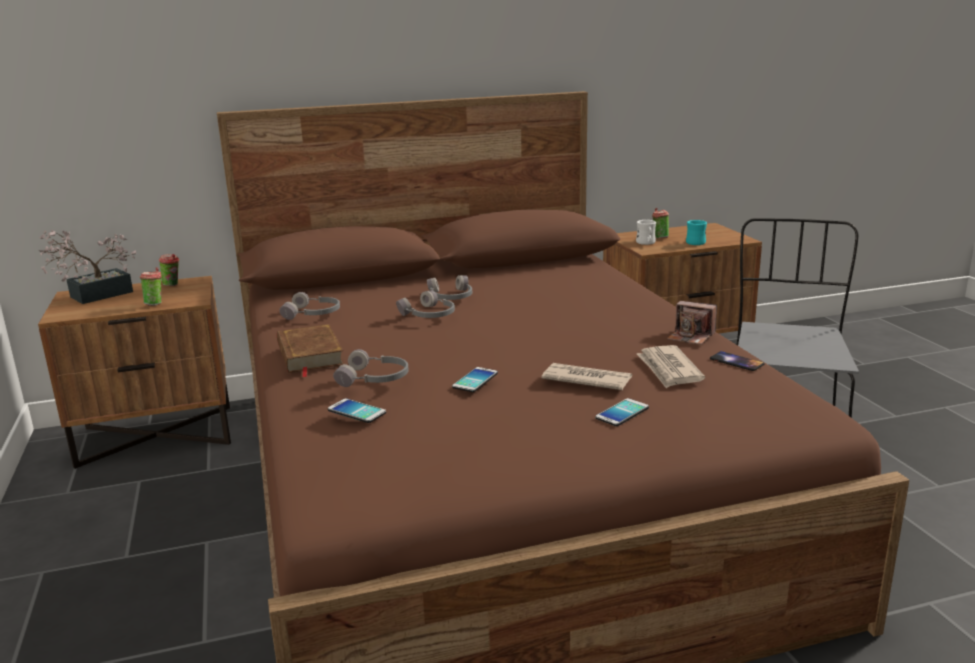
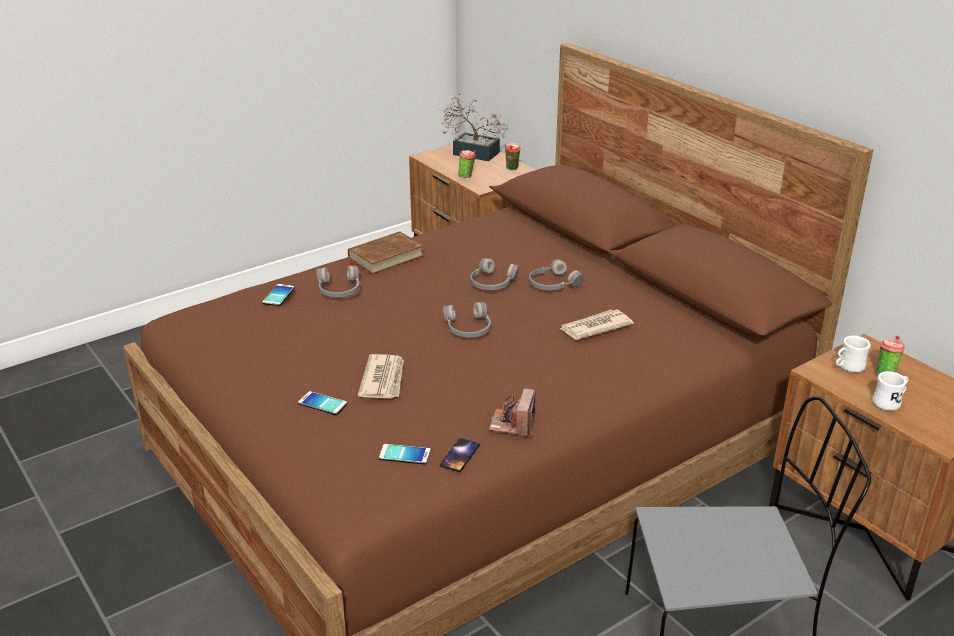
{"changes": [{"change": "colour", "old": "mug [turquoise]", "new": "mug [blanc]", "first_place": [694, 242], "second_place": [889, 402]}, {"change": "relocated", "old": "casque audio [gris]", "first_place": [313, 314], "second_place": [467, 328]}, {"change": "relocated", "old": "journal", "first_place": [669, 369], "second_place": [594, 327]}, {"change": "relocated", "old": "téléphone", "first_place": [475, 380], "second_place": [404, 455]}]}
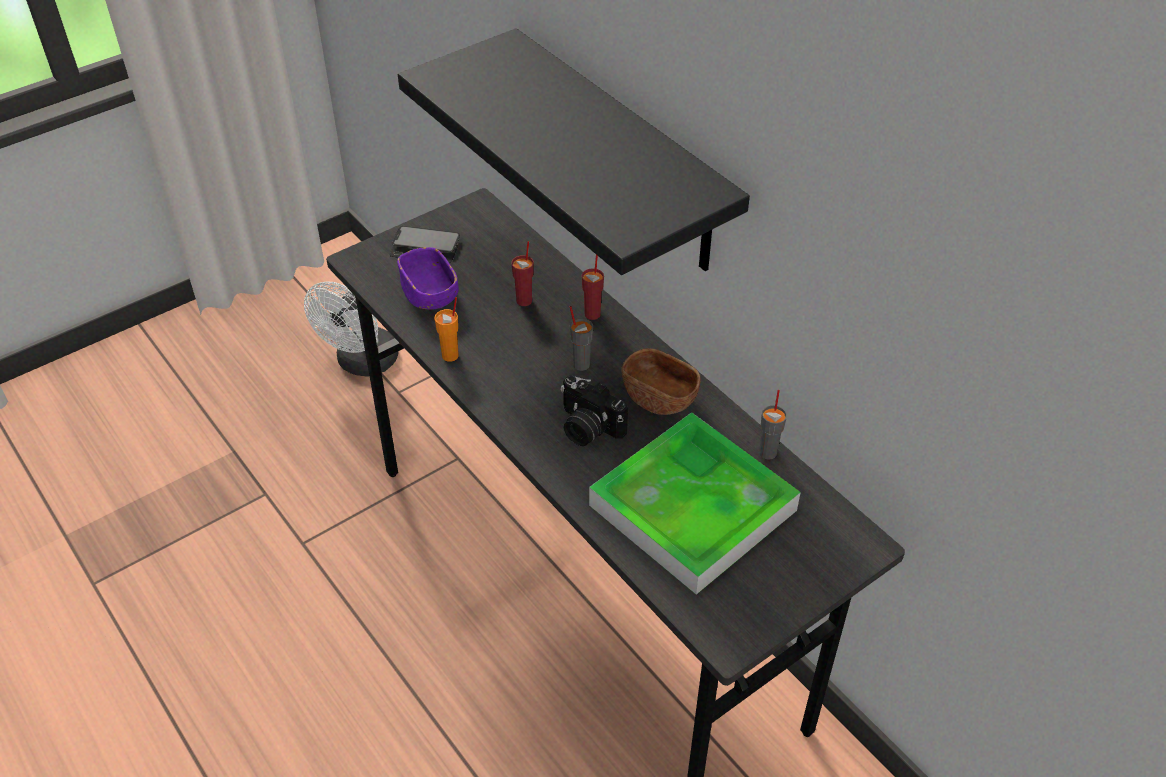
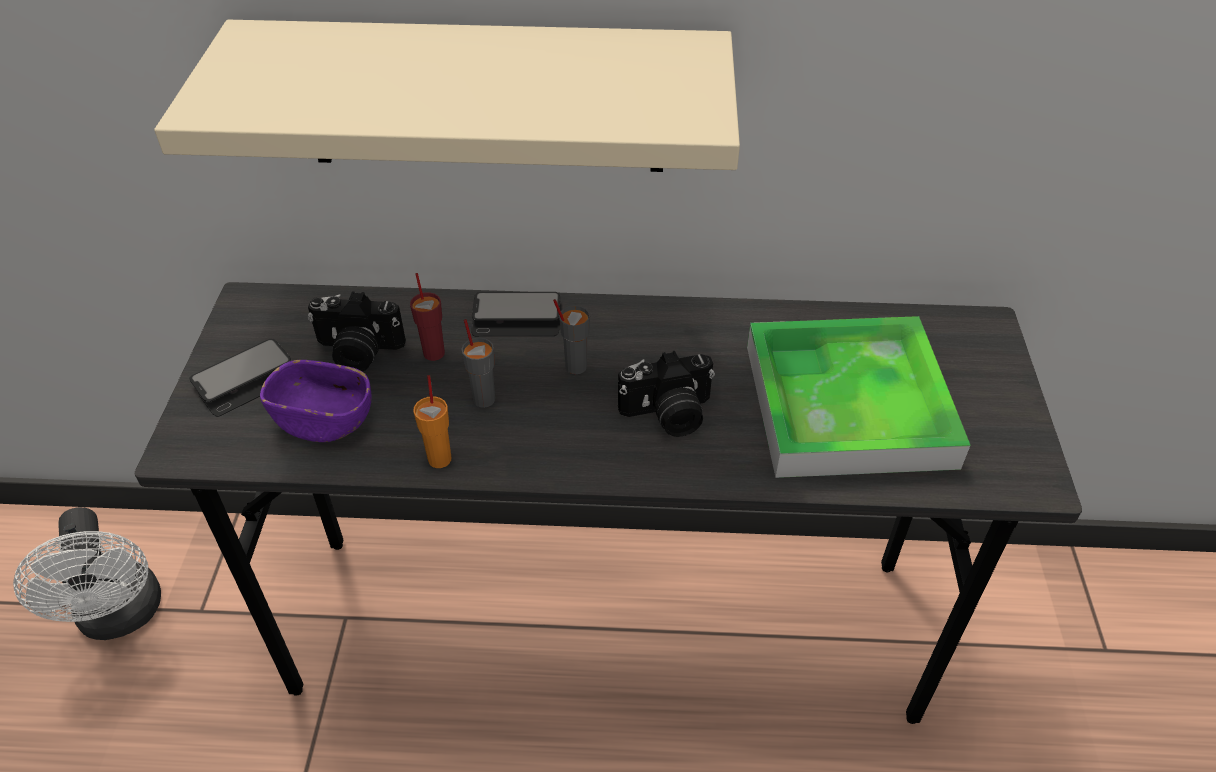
{"changes": [{"change": "colour", "old": "étagère [noir]", "new": "étagère [beige]", "first_place": [622, 154], "second_place": [483, 98]}, {"change": "exchanged", "old": "tasse [rouge]", "new": "téléphone", "first_place": [593, 314], "second_place": [516, 317]}, {"change": "missing", "old": "bol [marron]", "first_place": [659, 397]}, {"change": "relocated", "old": "tasse [gris]", "first_place": [768, 452], "second_place": [484, 398]}, {"change": "appeared", "new": "appareil photo", "second_place": [357, 352]}]}
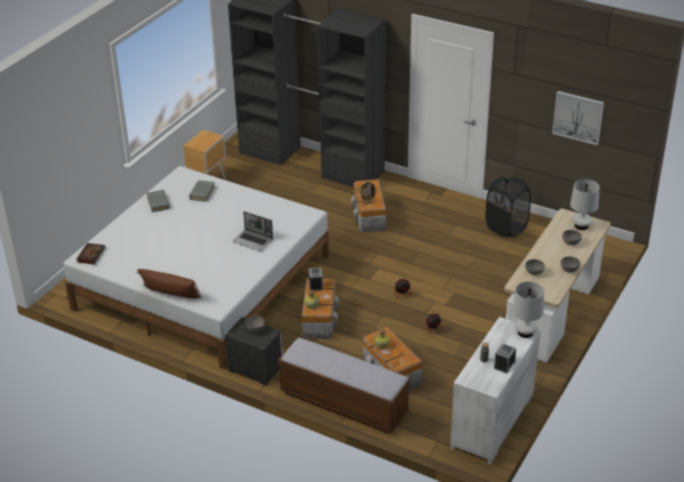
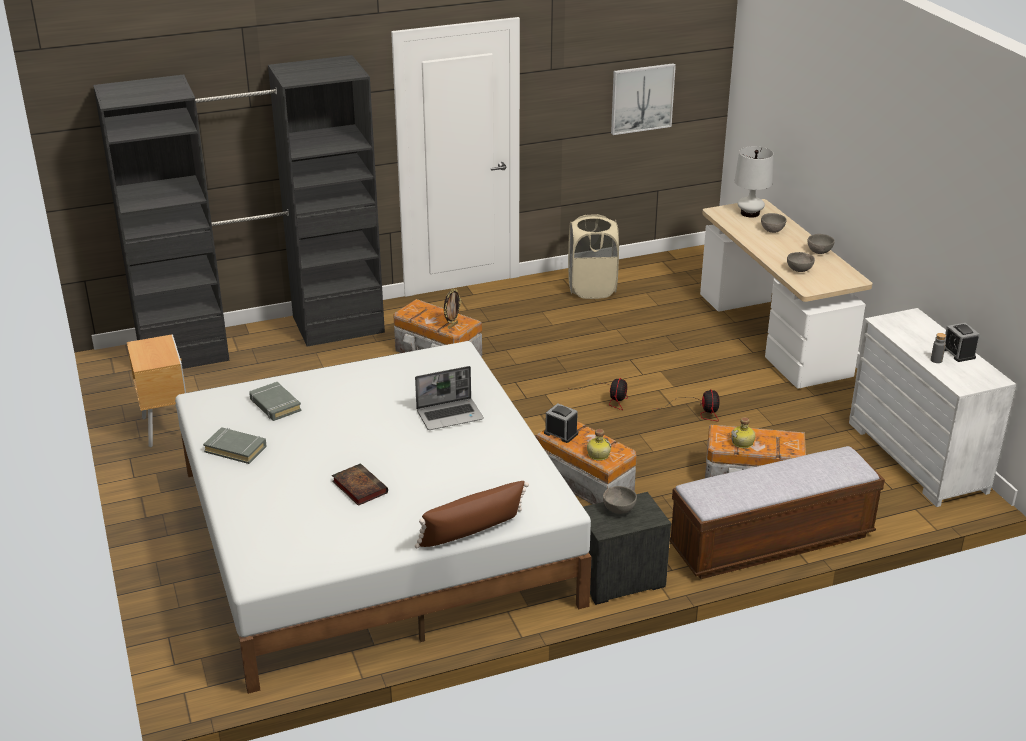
{"changes": [{"change": "colour", "old": "panier à linge [noir]", "new": "panier à linge [beige]", "first_place": [506, 228], "second_place": [592, 289]}, {"change": "relocated", "old": "livre", "first_place": [91, 255], "second_place": [358, 487]}, {"change": "missing", "old": "lampe de table [blanc]", "first_place": [525, 332]}]}
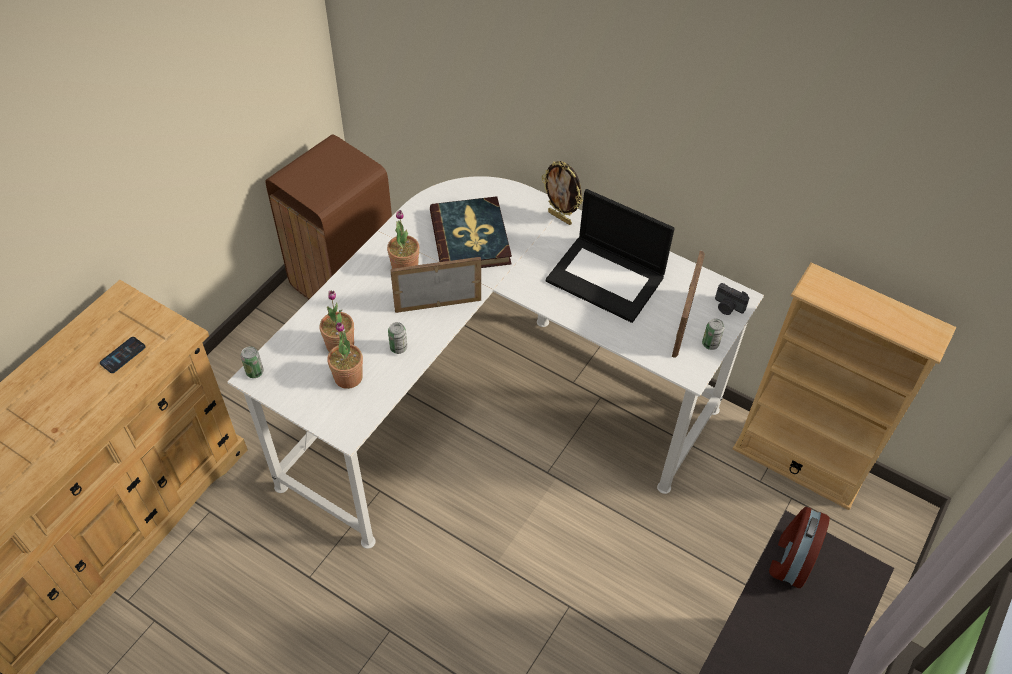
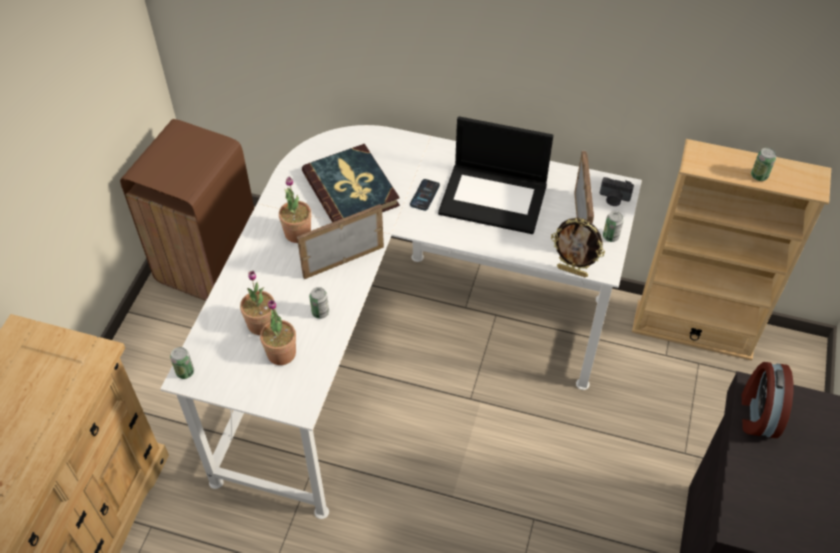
{"changes": [{"change": "relocated", "old": "cadre photo", "first_place": [560, 217], "second_place": [572, 271]}, {"change": "relocated", "old": "téléphone", "first_place": [123, 355], "second_place": [425, 195]}, {"change": "appeared", "new": "boîte métallique", "second_place": [759, 176]}]}
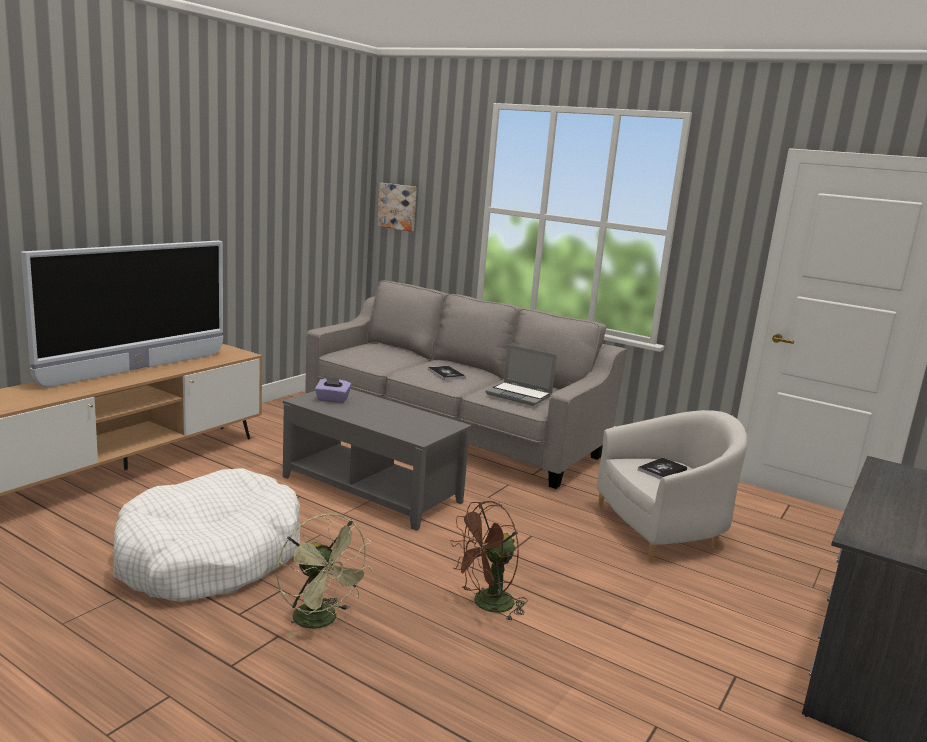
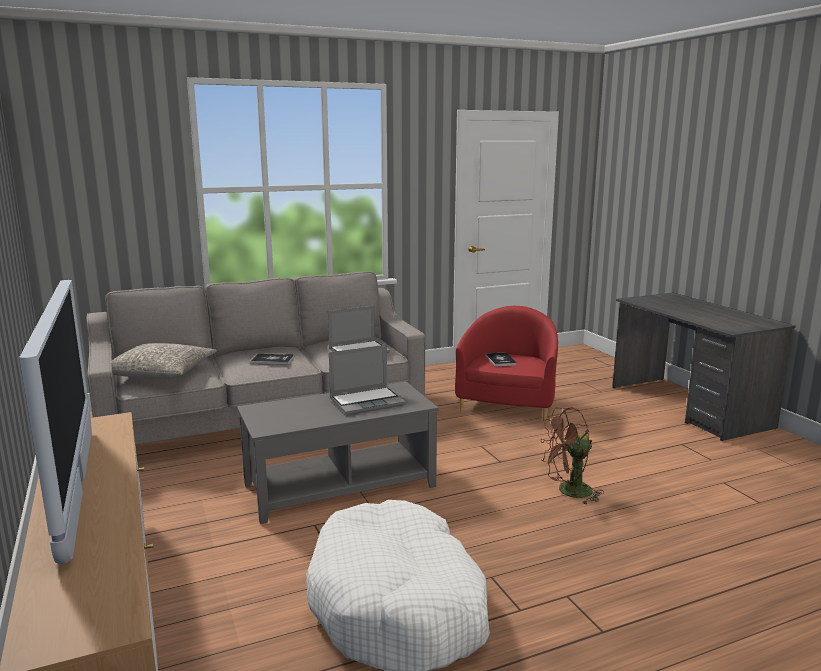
{"changes": [{"change": "missing", "old": "tableau", "first_place": [398, 206]}, {"change": "missing", "old": "boîte à mouchoirs [violet]", "first_place": [332, 400]}, {"change": "colour", "old": "fauteuil [blanc]", "new": "fauteuil [rouge]", "first_place": [662, 530], "second_place": [508, 403]}, {"change": "spun", "old": "ventilateur [marron]", "first_place": [486, 605], "second_place": [568, 492], "degrees": 75}, {"change": "missing", "old": "ventilateur [vert]", "first_place": [321, 621]}, {"change": "appeared", "new": "coussin [gris]", "second_place": [162, 373]}, {"change": "appeared", "new": "ordinateur portable", "second_place": [367, 402]}]}
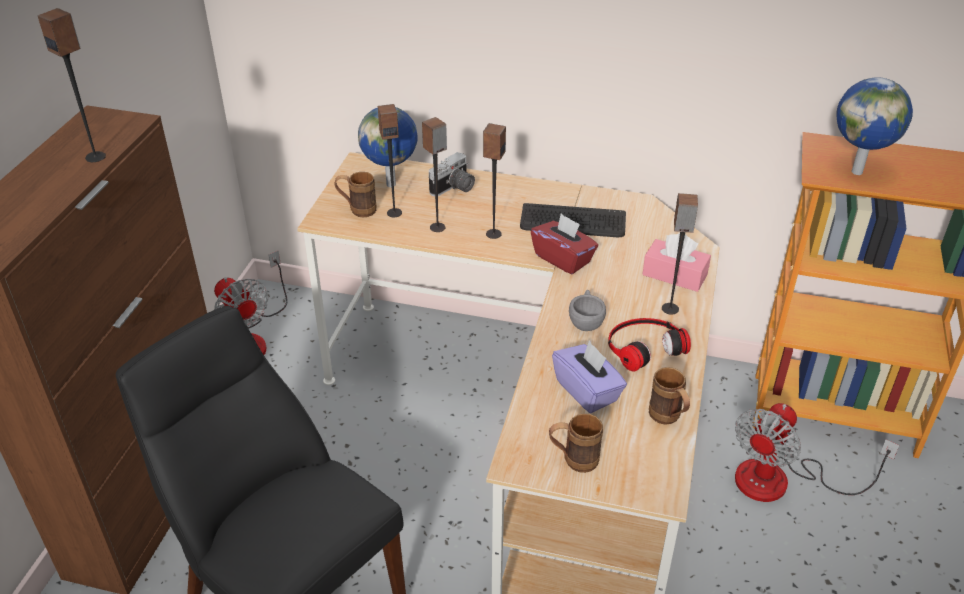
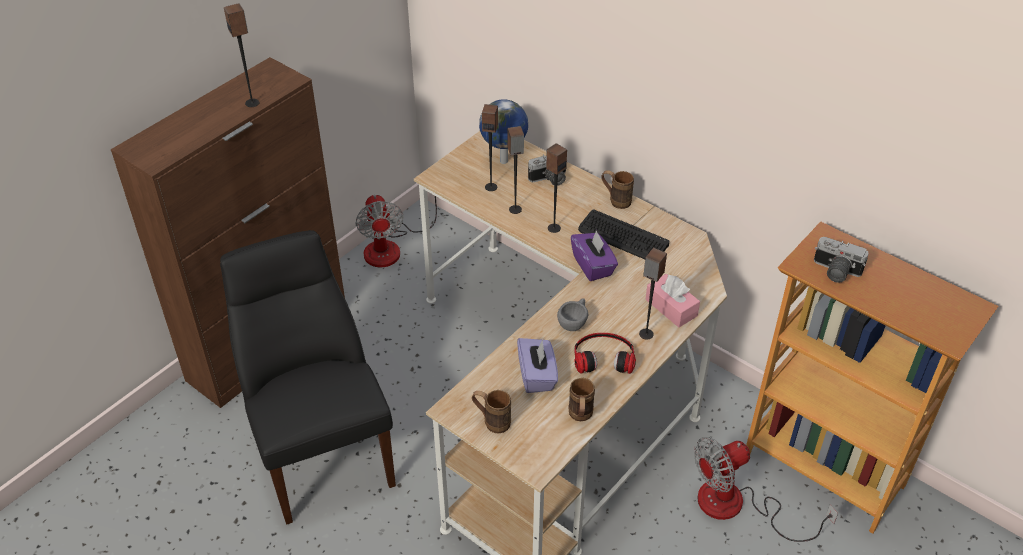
{"changes": [{"change": "exchanged", "old": "globe", "new": "appareil photo", "first_place": [858, 171], "second_place": [835, 271]}, {"change": "relocated", "old": "mug [marron]", "first_place": [357, 210], "second_place": [615, 200]}, {"change": "colour", "old": "boîte à mouchoirs [rouge]", "new": "boîte à mouchoirs [violet]", "first_place": [563, 259], "second_place": [593, 266]}]}
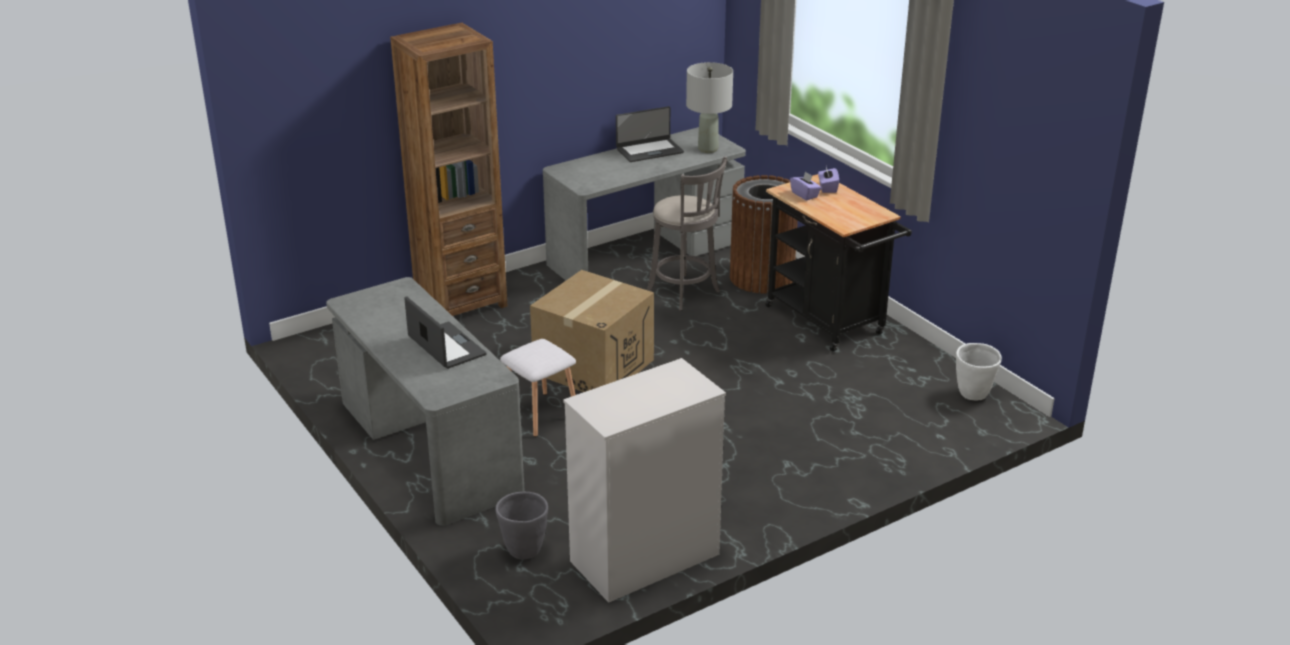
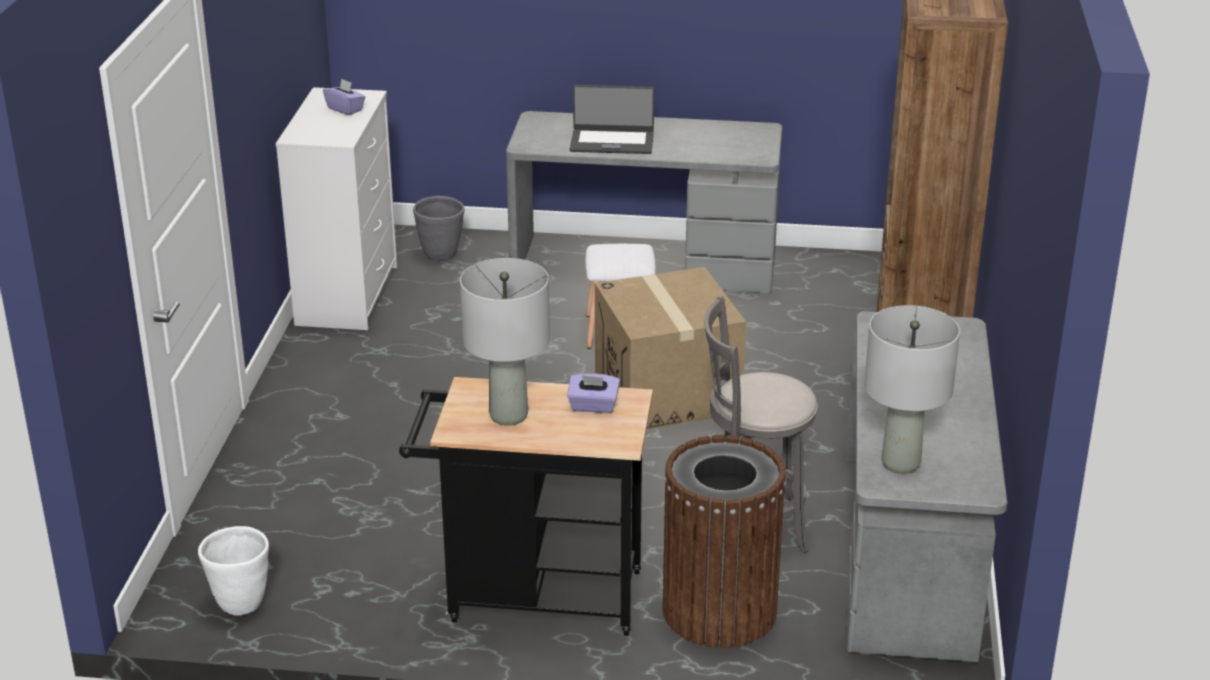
{"changes": [{"change": "missing", "old": "ordinateur portable", "first_place": [649, 150]}, {"change": "relocated", "old": "boîte à mouchoirs [violet]", "first_place": [827, 188], "second_place": [345, 109]}, {"change": "appeared", "new": "lampe de table [gris]", "second_place": [509, 416]}]}
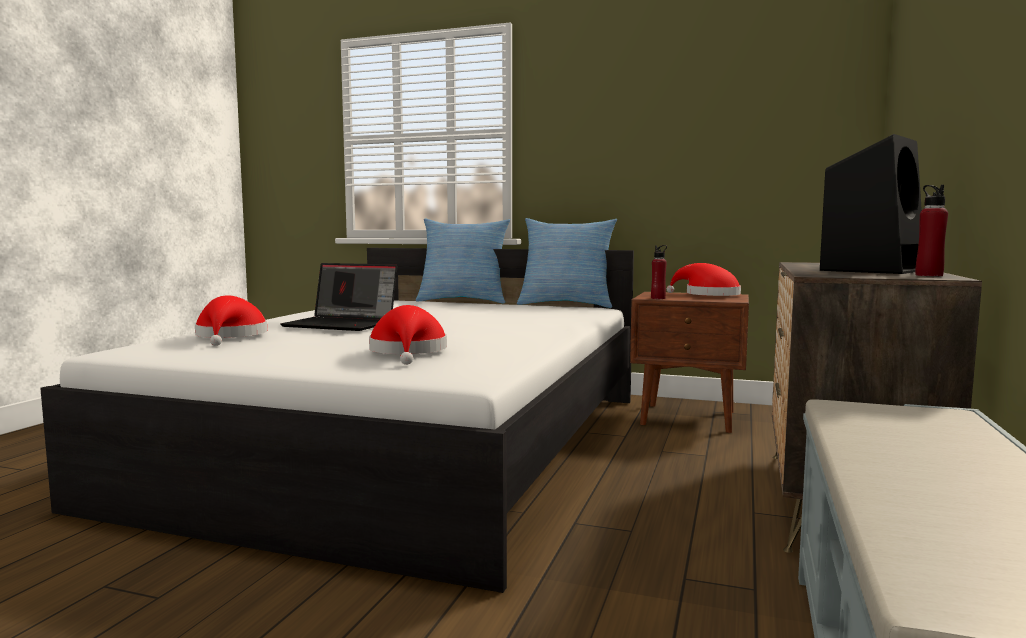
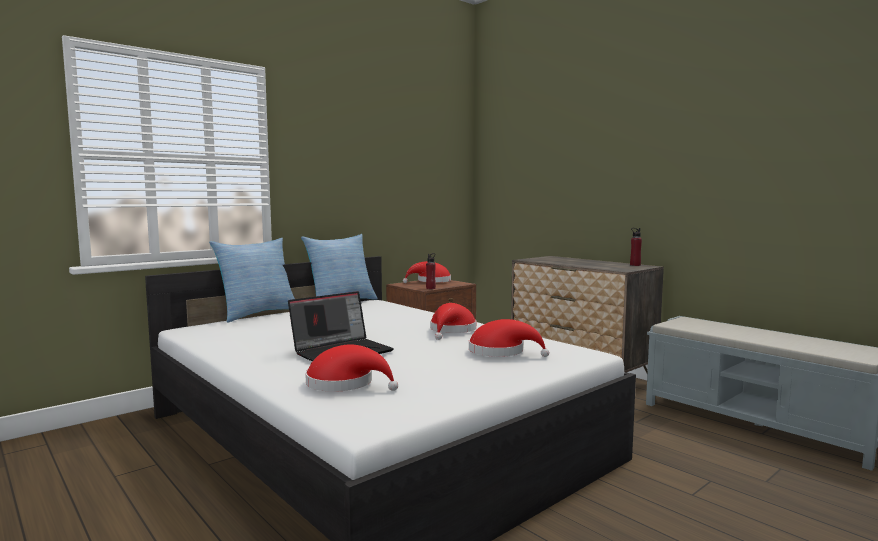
{"changes": [{"change": "missing", "old": "enceinte [noir]", "first_place": [872, 270]}, {"change": "appeared", "new": "chapeau [rouge]", "second_place": [452, 330]}]}
